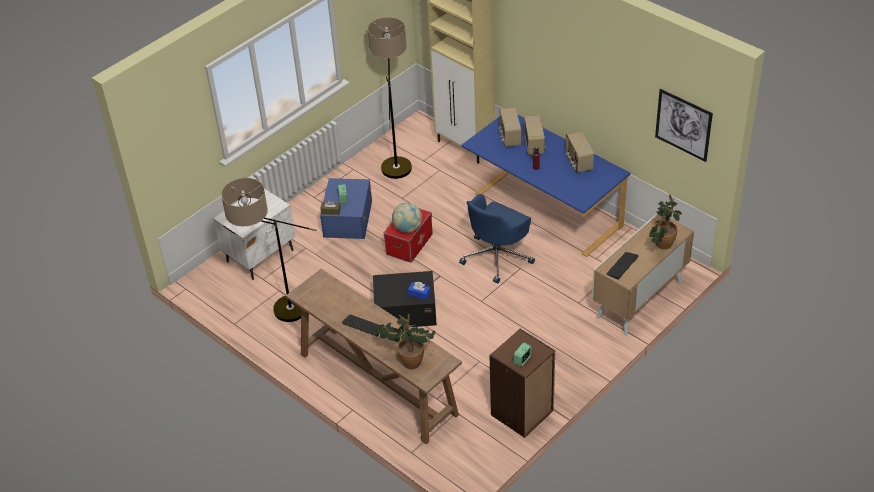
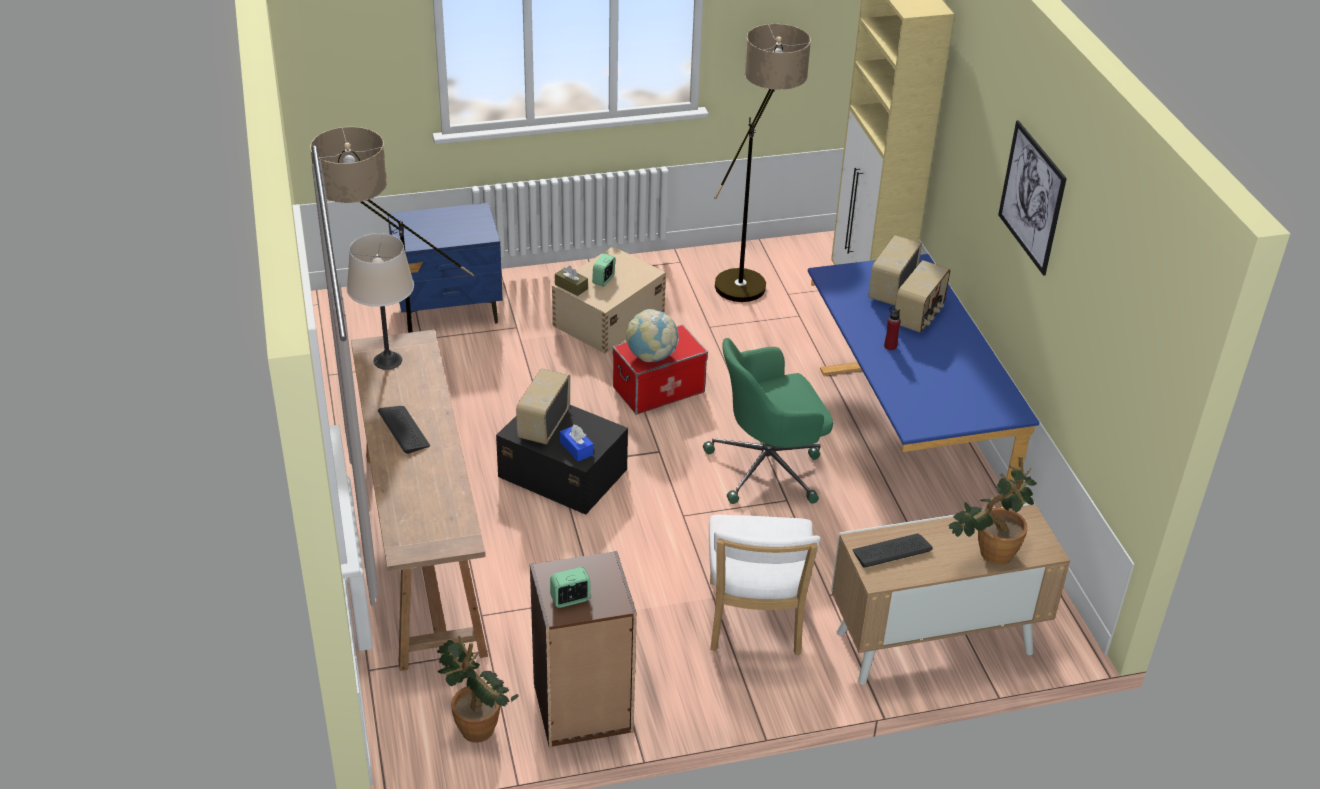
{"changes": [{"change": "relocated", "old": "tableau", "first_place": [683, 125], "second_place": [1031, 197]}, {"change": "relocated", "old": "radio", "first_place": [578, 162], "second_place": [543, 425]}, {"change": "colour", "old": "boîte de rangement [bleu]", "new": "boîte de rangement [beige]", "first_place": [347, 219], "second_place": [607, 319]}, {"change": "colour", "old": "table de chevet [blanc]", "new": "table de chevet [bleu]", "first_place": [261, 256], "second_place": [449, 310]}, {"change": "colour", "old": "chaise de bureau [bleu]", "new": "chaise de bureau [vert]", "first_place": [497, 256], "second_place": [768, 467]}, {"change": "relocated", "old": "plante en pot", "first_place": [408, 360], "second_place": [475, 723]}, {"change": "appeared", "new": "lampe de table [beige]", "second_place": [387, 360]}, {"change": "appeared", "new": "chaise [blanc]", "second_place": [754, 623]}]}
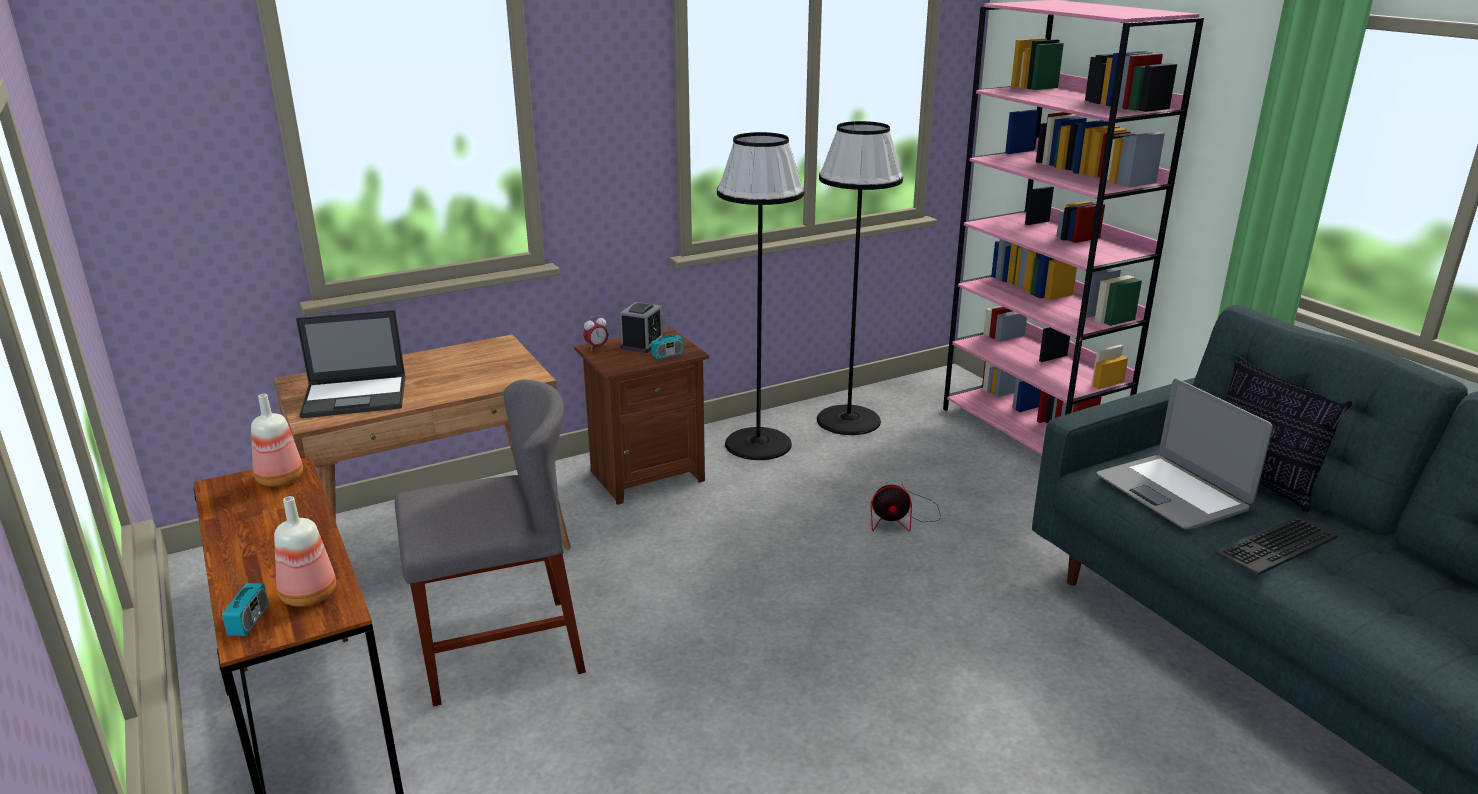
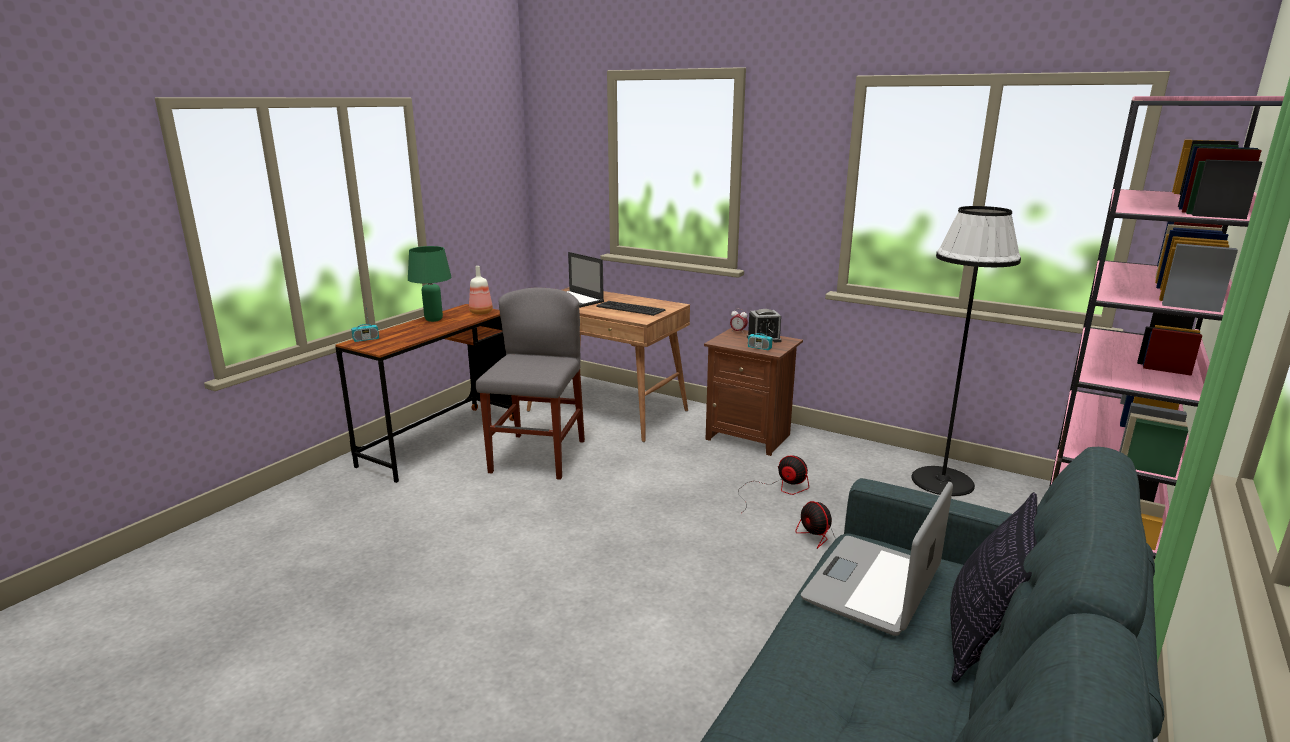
{"changes": [{"change": "missing", "old": "lampadaire [noir]", "first_place": [758, 443]}, {"change": "spun", "old": "chaise [gris]", "first_place": [501, 650], "second_place": [538, 456], "degrees": -120}, {"change": "missing", "old": "bouteille", "first_place": [310, 596]}, {"change": "relocated", "old": "clavier", "first_place": [1275, 545], "second_place": [630, 308]}, {"change": "appeared", "new": "lampe de table [vert]", "second_place": [433, 319]}, {"change": "appeared", "new": "ventilateur", "second_place": [776, 490]}]}
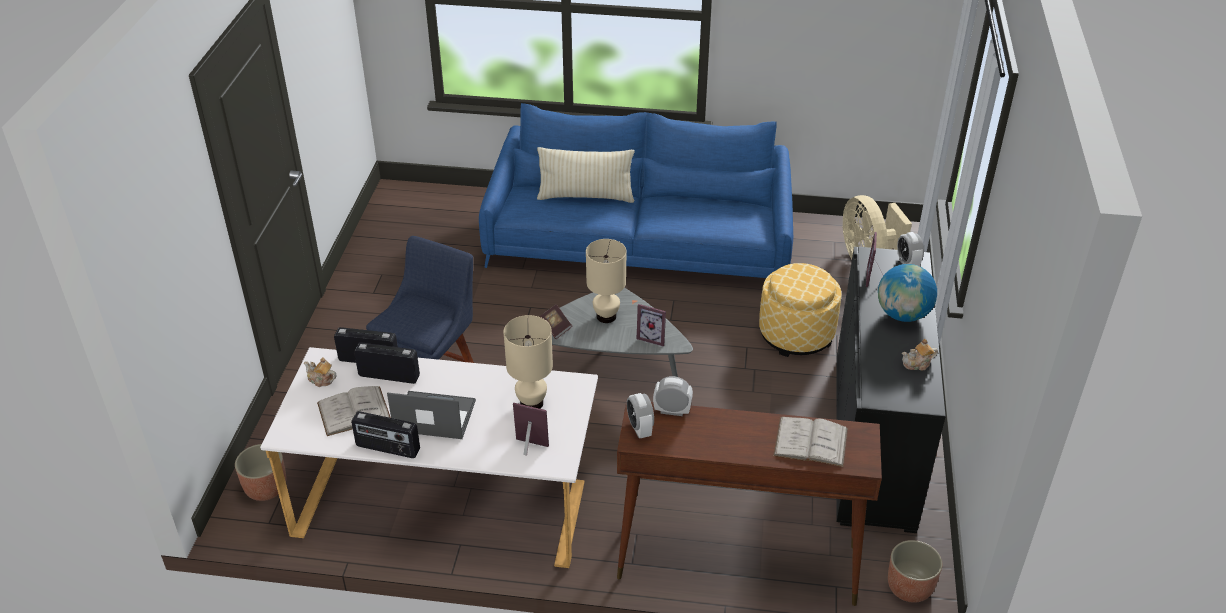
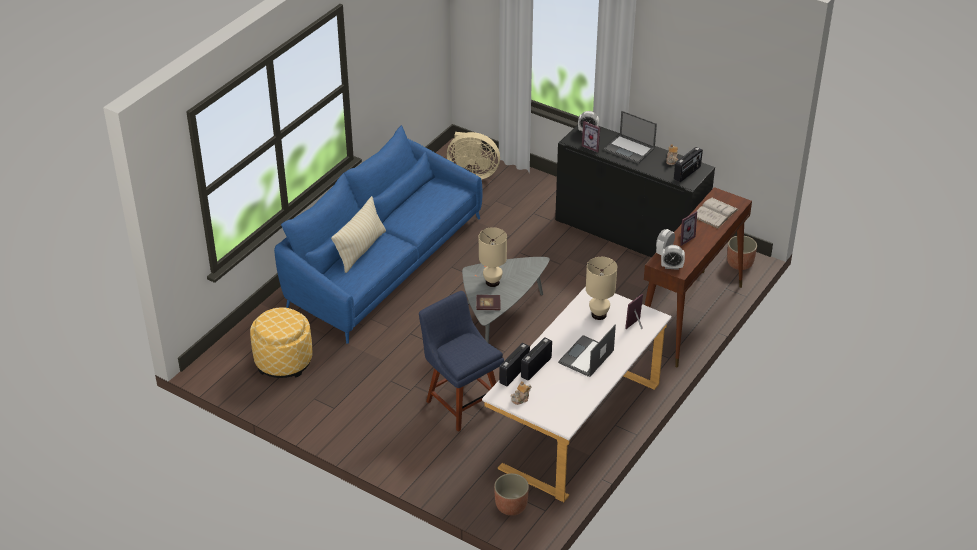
{"changes": [{"change": "relocated", "old": "pouf", "first_place": [796, 334], "second_place": [283, 361]}, {"change": "exchanged", "old": "globe", "new": "ordinateur portable", "first_place": [903, 315], "second_place": [630, 149]}, {"change": "relocated", "old": "cadre photo", "first_place": [653, 337], "second_place": [683, 238]}, {"change": "missing", "old": "livre [blanc]", "first_place": [353, 411]}, {"change": "relocated", "old": "radio", "first_place": [387, 448], "second_place": [687, 173]}]}
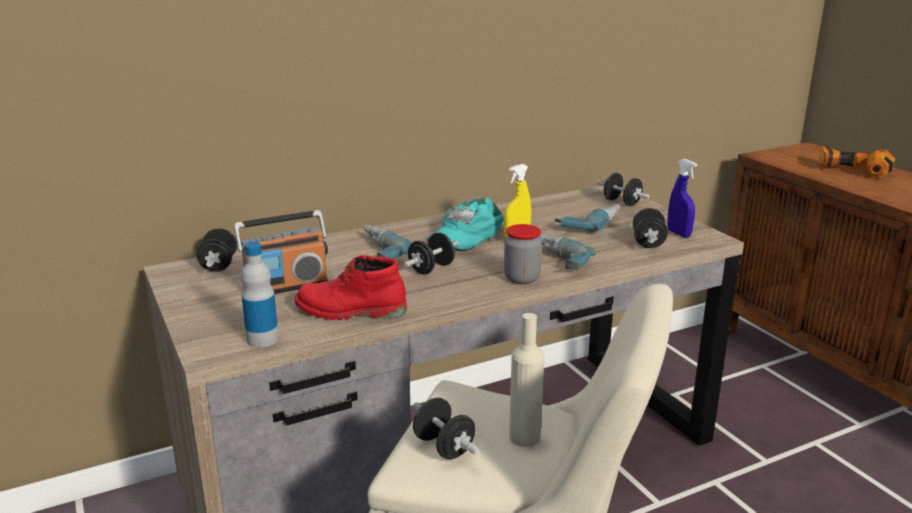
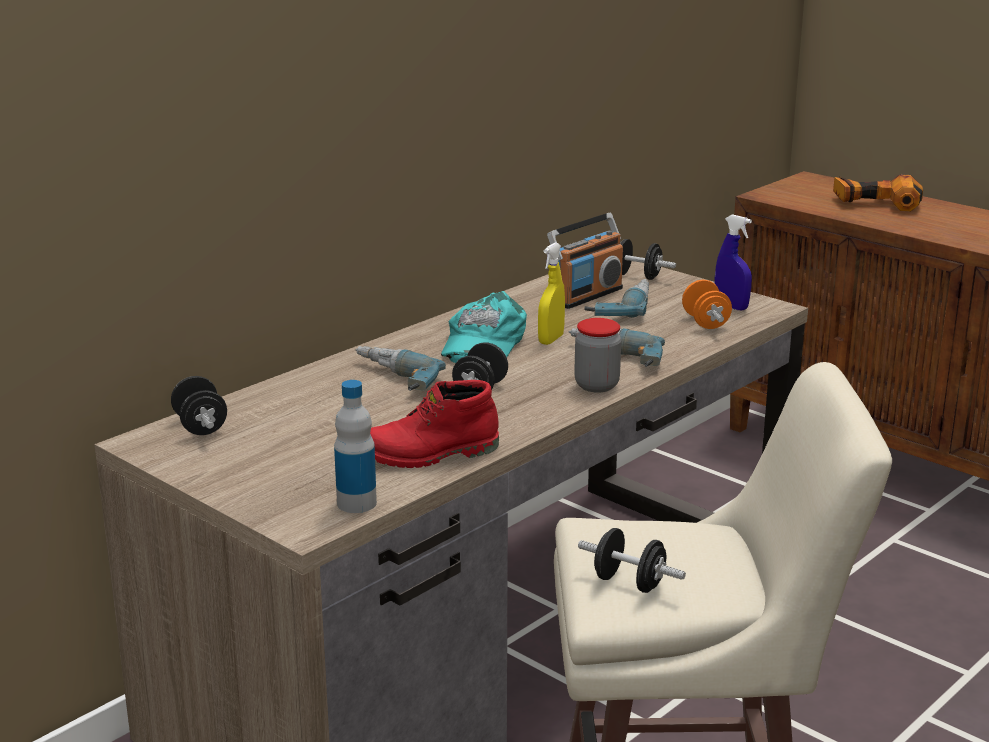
{"changes": [{"change": "colour", "old": "haltère [noir]", "new": "haltère [orange]", "first_place": [648, 242], "second_place": [705, 322]}, {"change": "relocated", "old": "radio", "first_place": [286, 286], "second_place": [586, 296]}, {"change": "missing", "old": "bouteille [beige]", "first_place": [524, 437]}]}
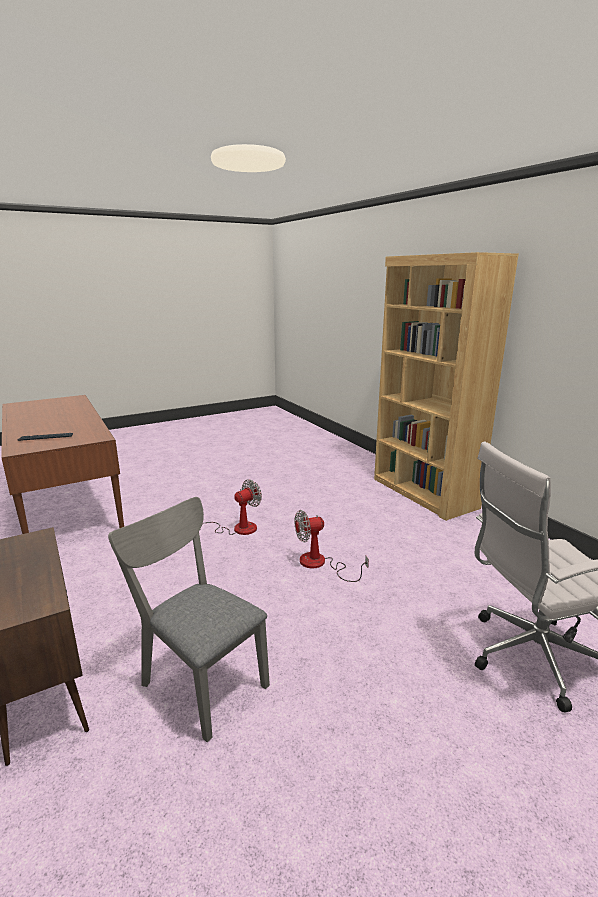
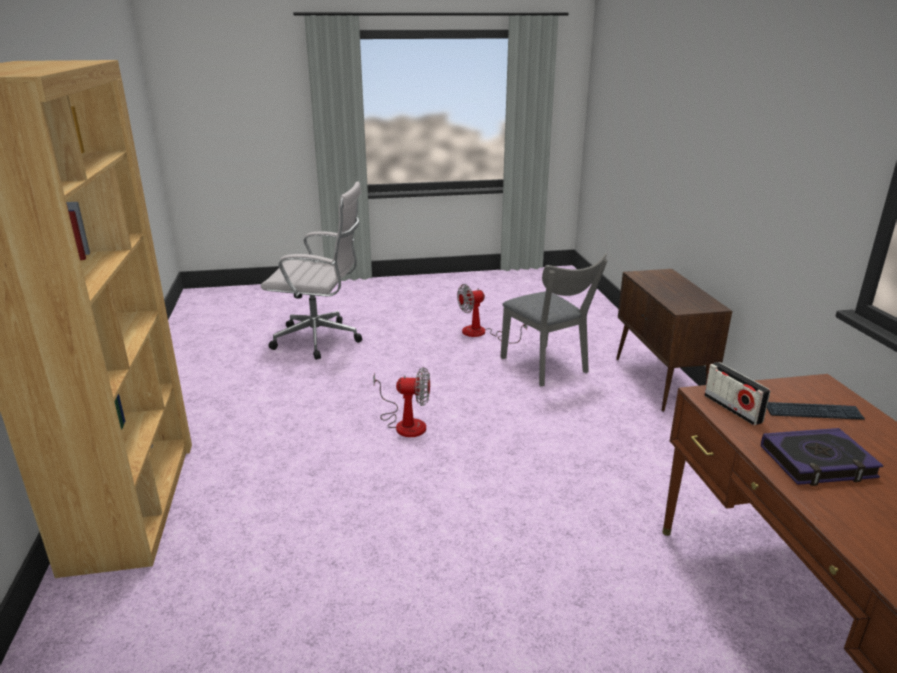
{"changes": [{"change": "relocated", "old": "ventilateur", "first_place": [236, 528], "second_place": [482, 333]}, {"change": "appeared", "new": "radio", "second_place": [732, 408]}, {"change": "appeared", "new": "livre", "second_place": [817, 462]}]}
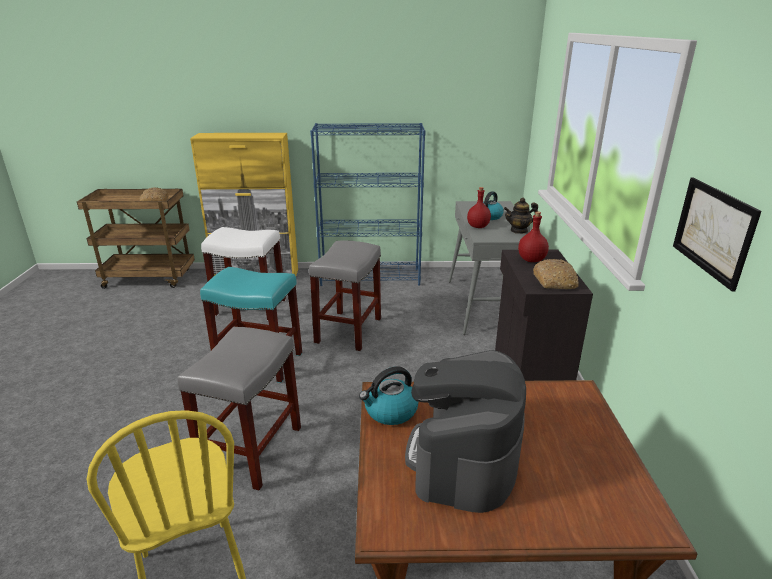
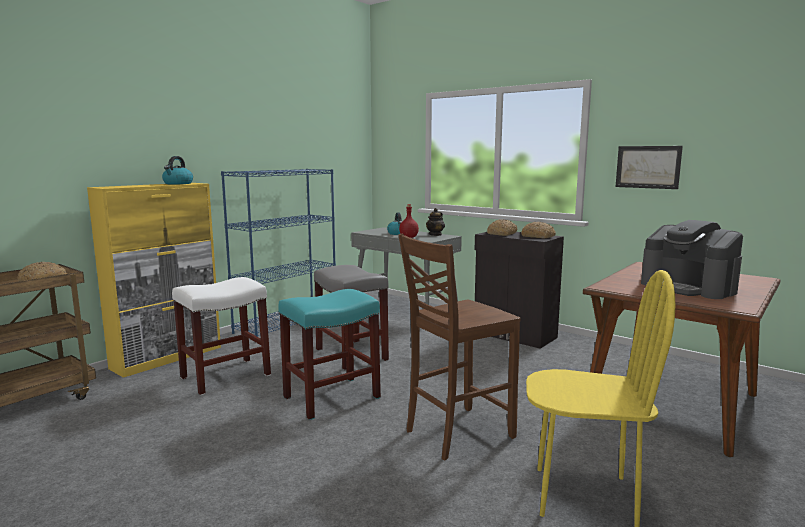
{"changes": [{"change": "exchanged", "old": "bouteille [rouge]", "new": "pain", "first_place": [531, 260], "second_place": [502, 234]}, {"change": "exchanged", "old": "tabouret [gris]", "new": "chaise [marron]", "first_place": [252, 449], "second_place": [456, 433]}, {"change": "relocated", "old": "bouilloire", "first_place": [390, 411], "second_place": [178, 183]}]}
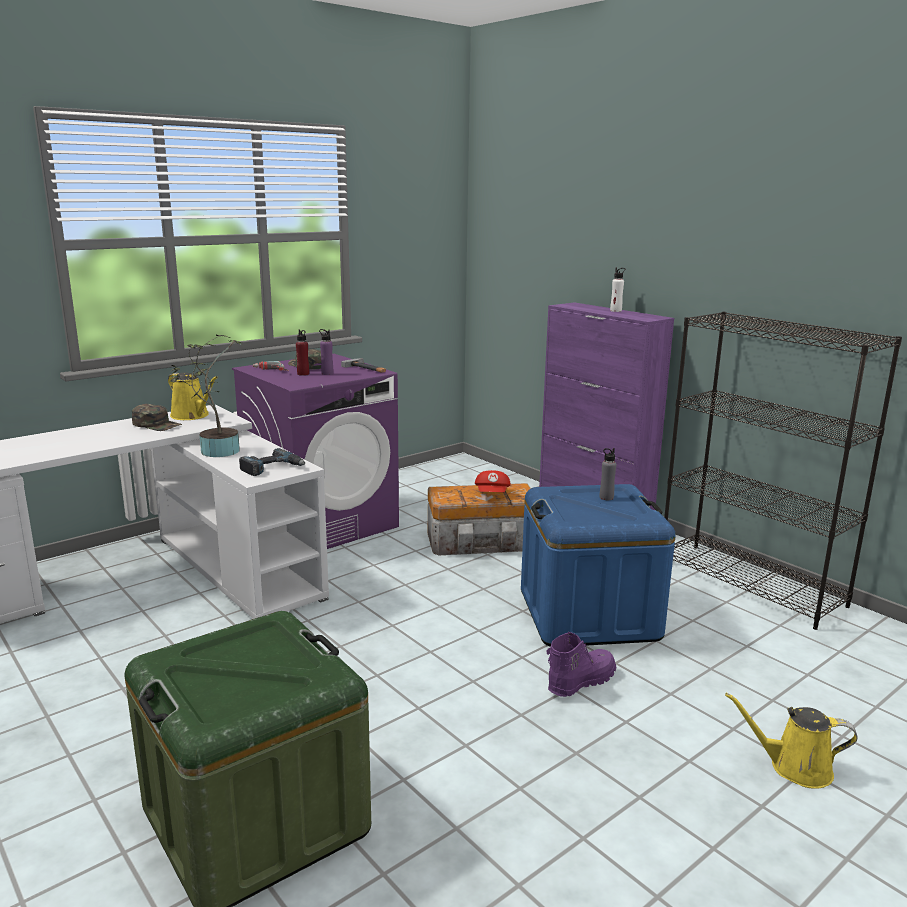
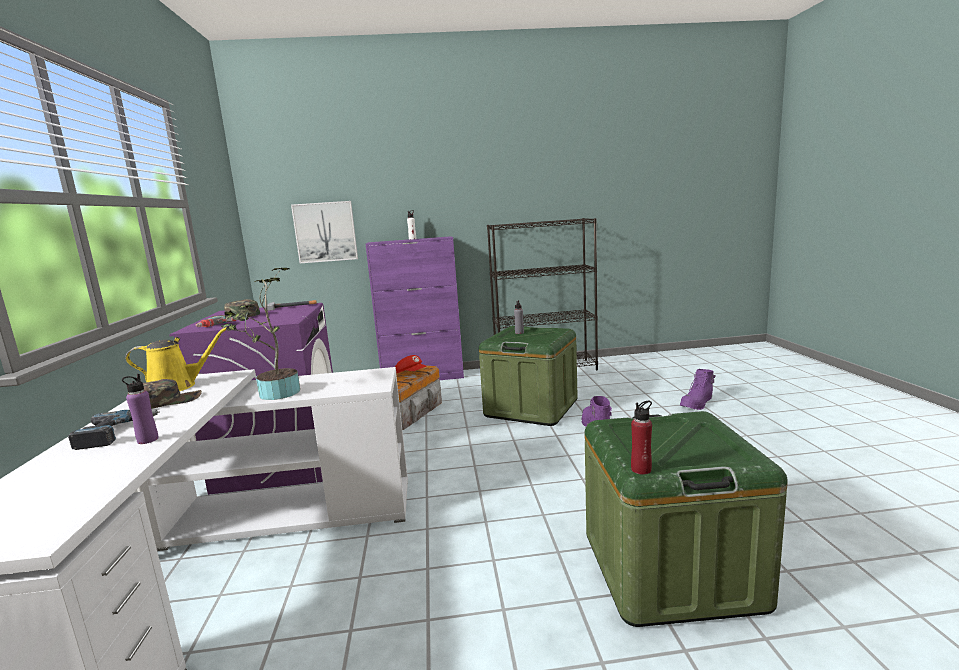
{"changes": [{"change": "relocated", "old": "bouteille [rouge]", "first_place": [303, 374], "second_place": [641, 469]}, {"change": "relocated", "old": "bouteille [violet]", "first_place": [327, 373], "second_place": [147, 440]}, {"change": "relocated", "old": "perceuse", "first_place": [272, 468], "second_place": [115, 433]}, {"change": "colour", "old": "boîte de rangement [bleu]", "new": "boîte de rangement [vert]", "first_place": [588, 614], "second_place": [531, 408]}, {"change": "exchanged", "old": "arrosoir [jaune]", "new": "botte [violet]", "first_place": [794, 767], "second_place": [697, 404]}, {"change": "appeared", "new": "tableau", "second_place": [325, 232]}]}
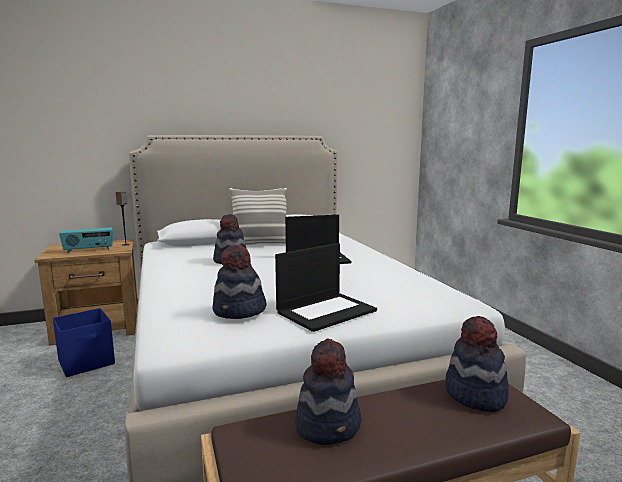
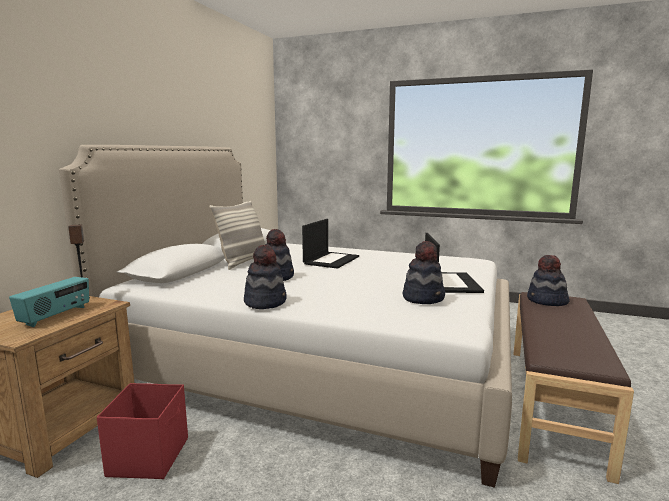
{"changes": [{"change": "colour", "old": "boîte de rangement [bleu]", "new": "boîte de rangement [rouge]", "first_place": [87, 362], "second_place": [150, 456]}, {"change": "relocated", "old": "chapeau", "first_place": [328, 425], "second_place": [265, 302]}]}
